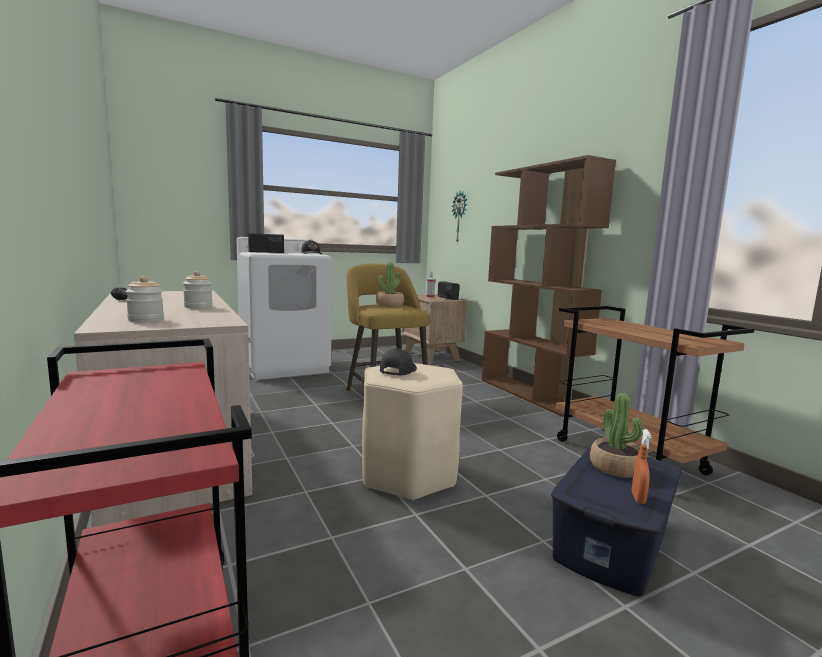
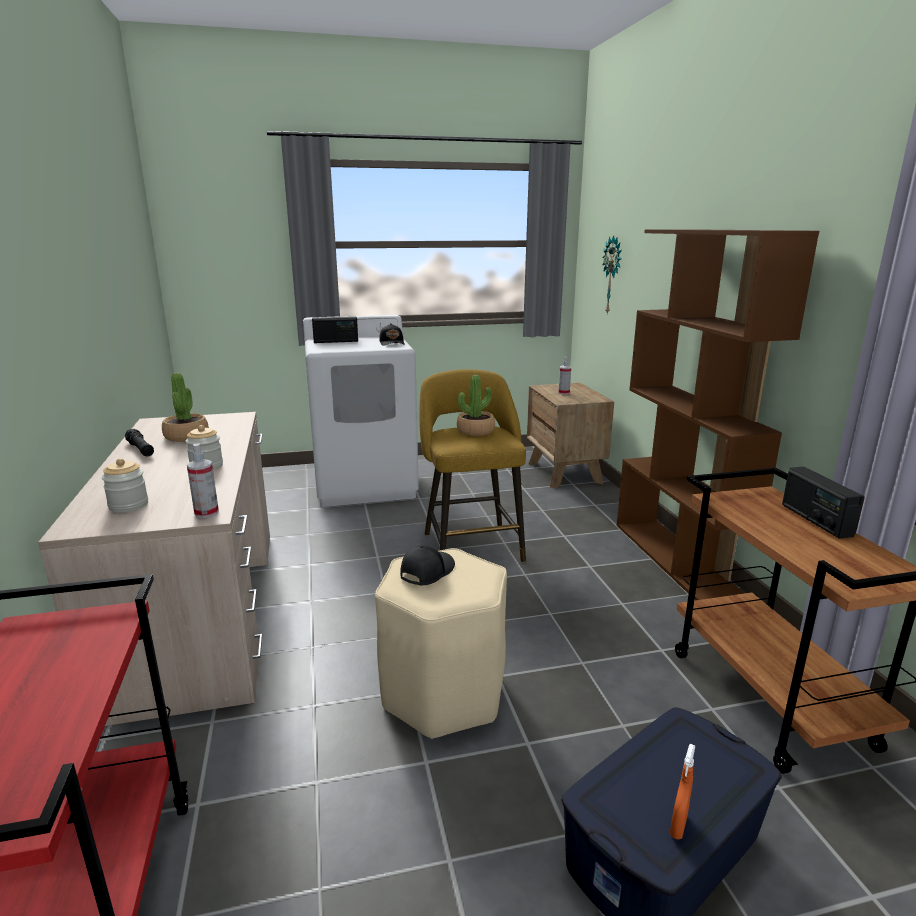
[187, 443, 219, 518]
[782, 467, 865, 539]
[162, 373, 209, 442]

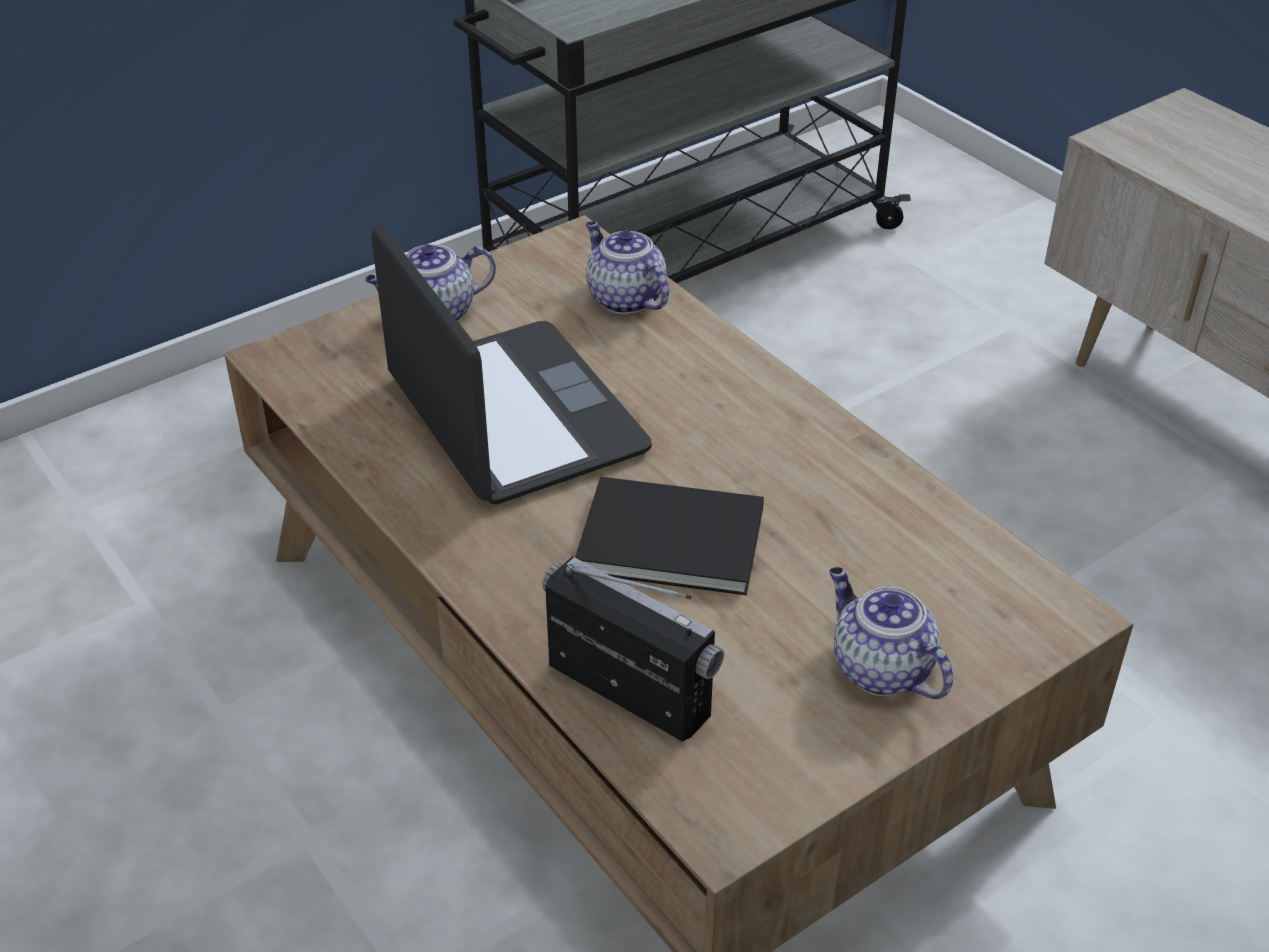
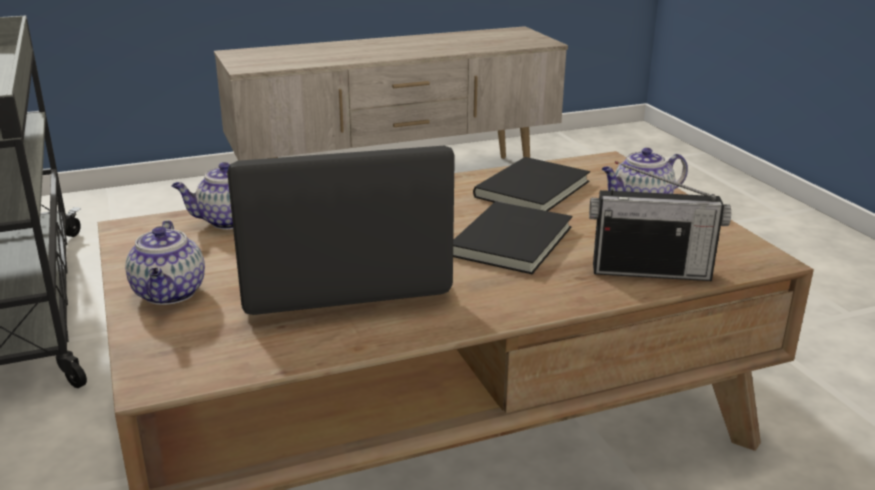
[473, 157, 590, 211]
[589, 161, 731, 281]

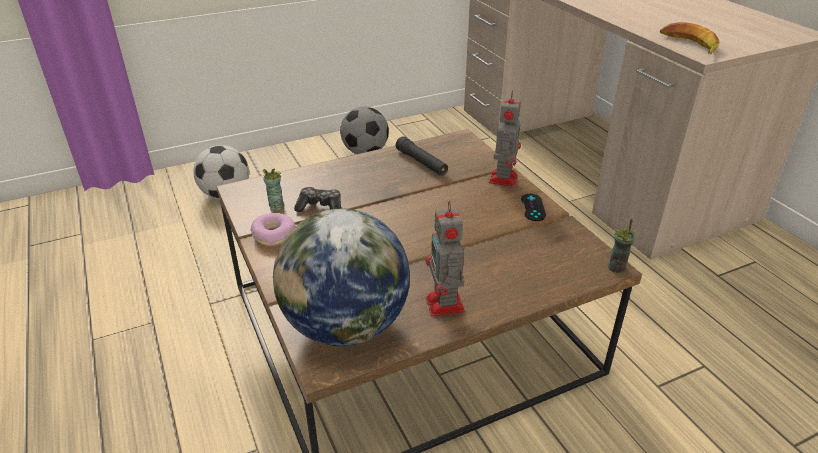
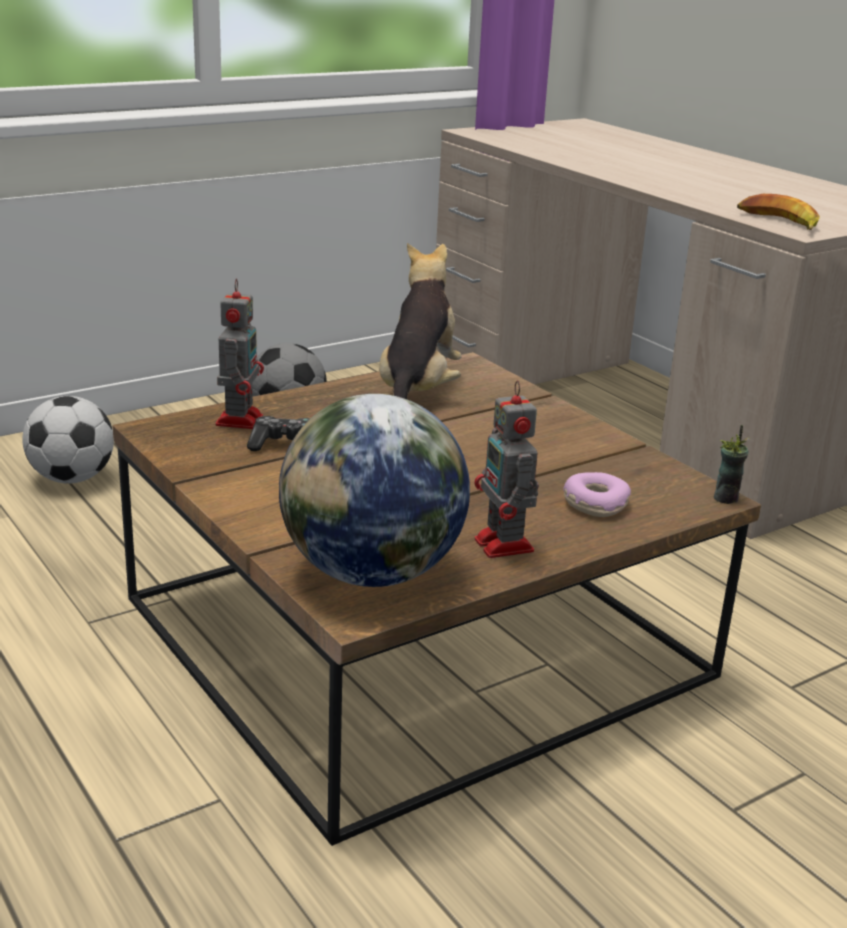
[263, 168, 284, 211] (first image)
[521, 194, 546, 221] (first image)
[563, 472, 631, 517]
[215, 279, 264, 429]
[379, 243, 462, 399]

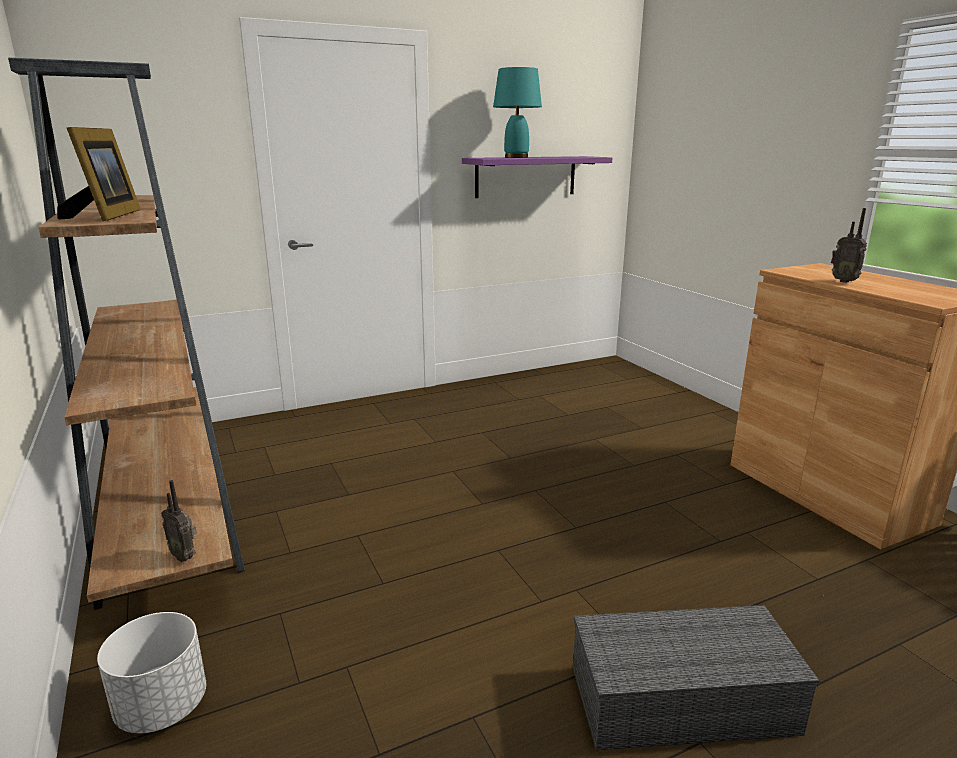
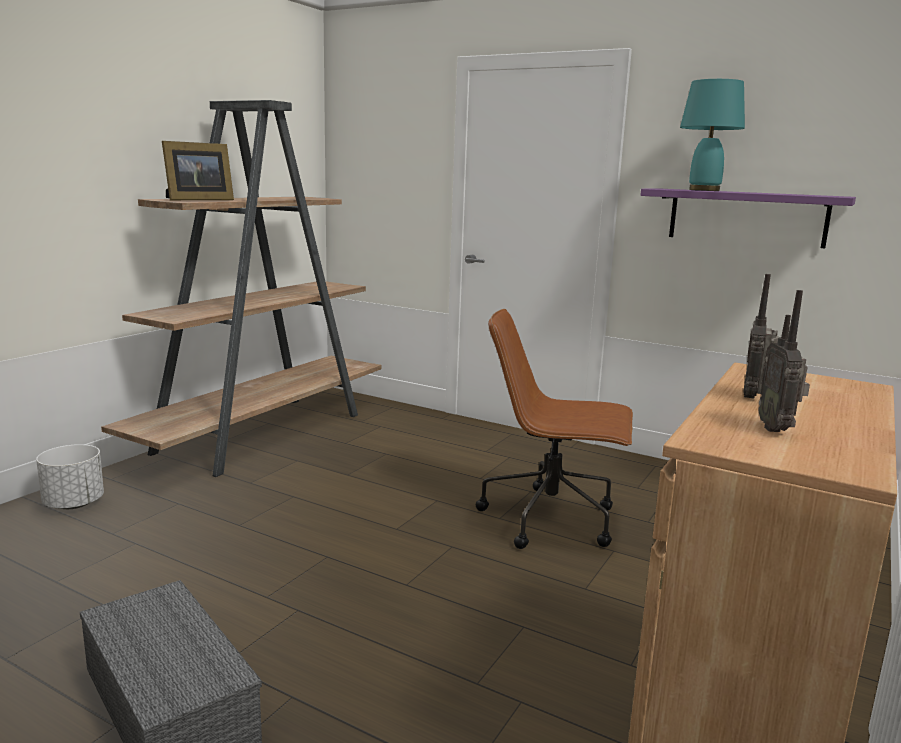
[476, 309, 633, 549]
[758, 290, 810, 432]

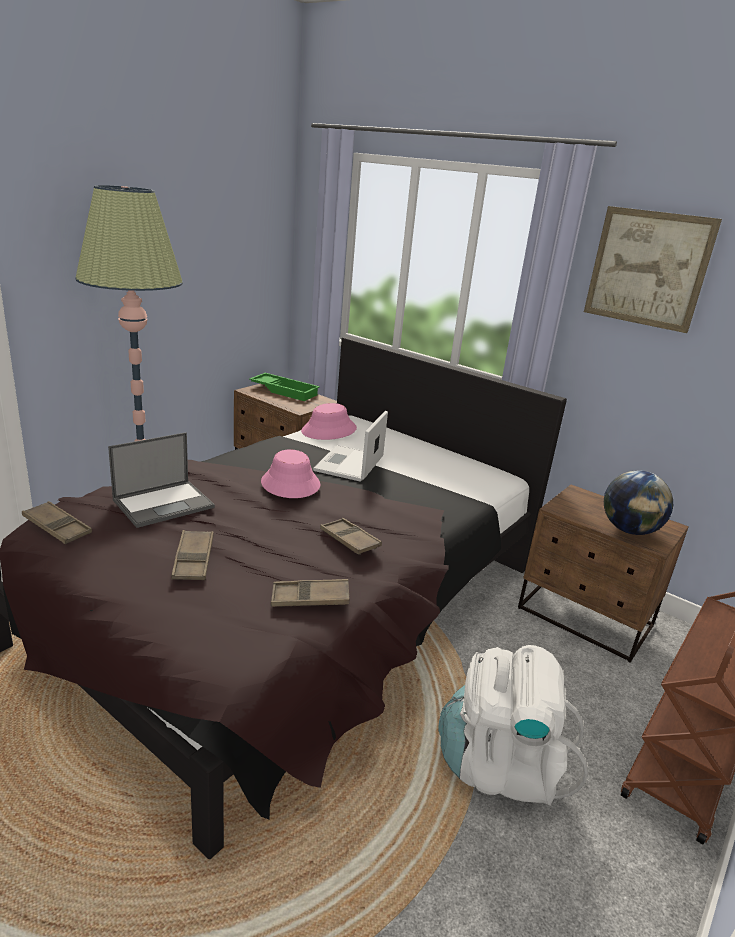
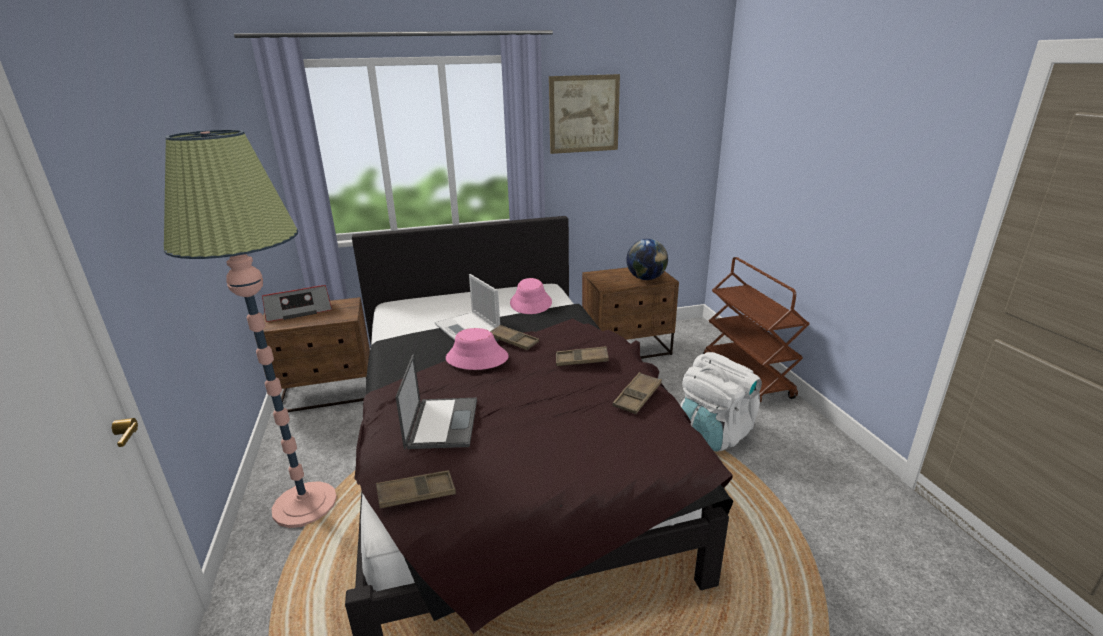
[490, 325, 539, 350]
[510, 278, 552, 314]
[262, 285, 332, 322]

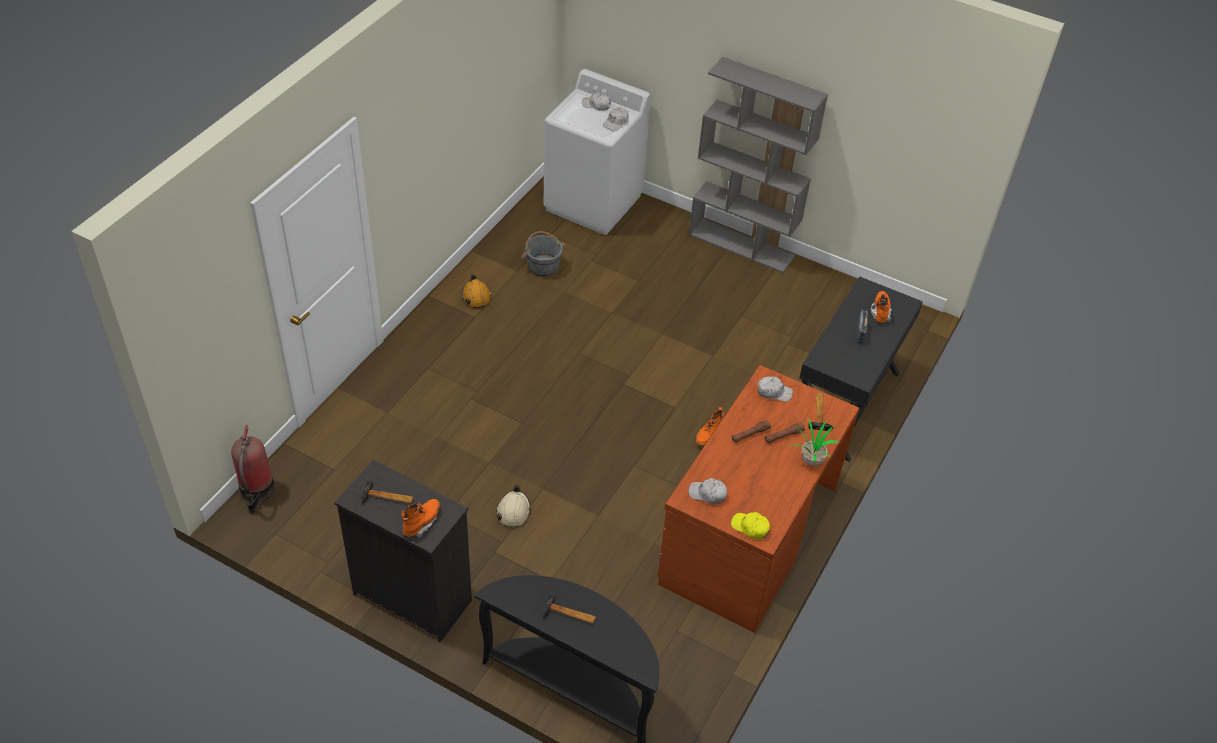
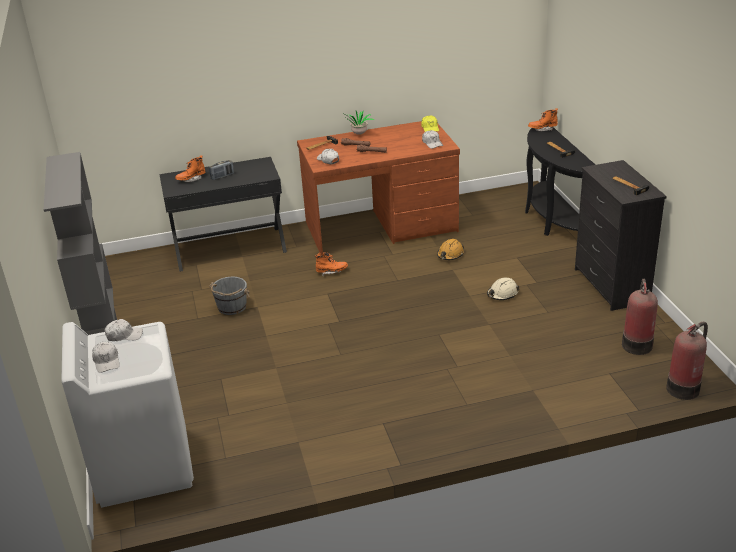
[622, 279, 658, 355]
[528, 108, 558, 131]
[437, 239, 465, 260]
[209, 277, 250, 315]

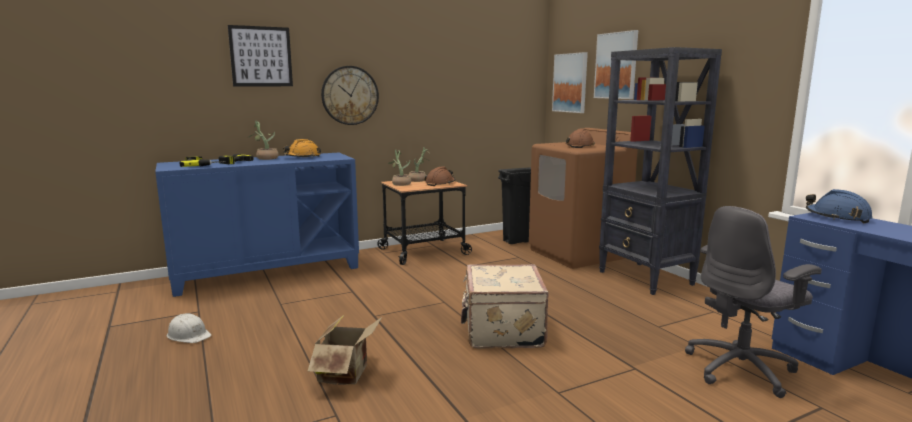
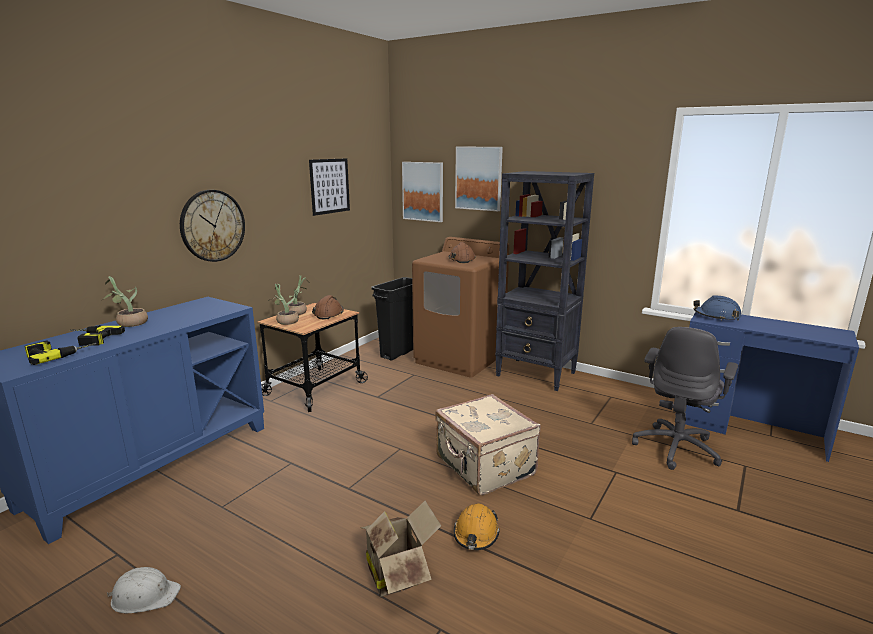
[309, 158, 350, 216]
[454, 503, 500, 550]

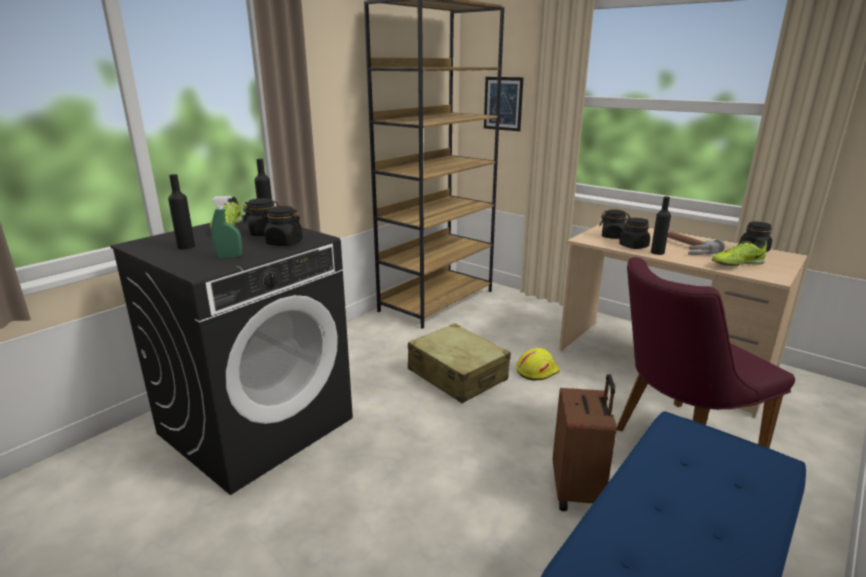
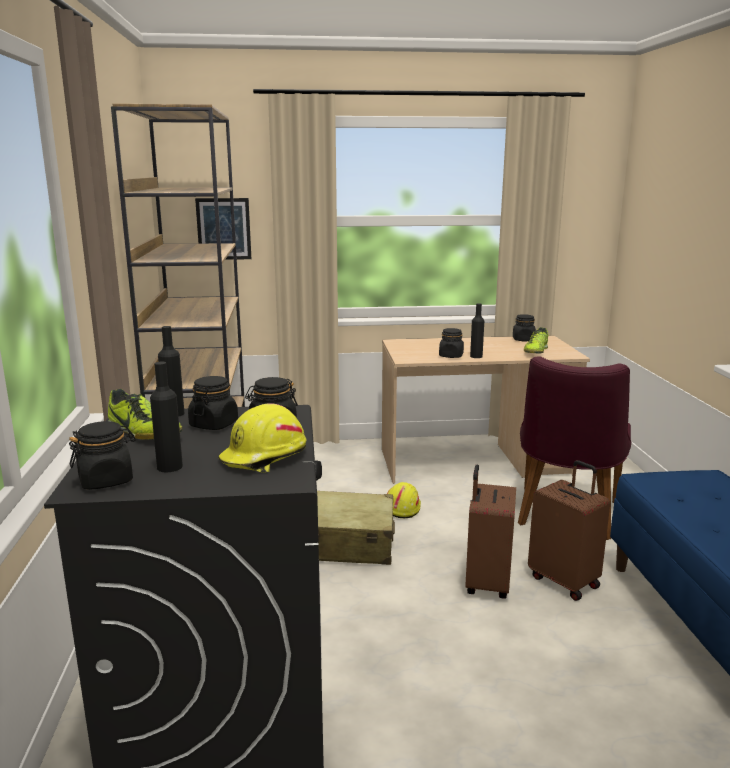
[667, 231, 725, 255] (first image)
[465, 464, 516, 599]
[69, 421, 136, 490]
[218, 403, 307, 473]

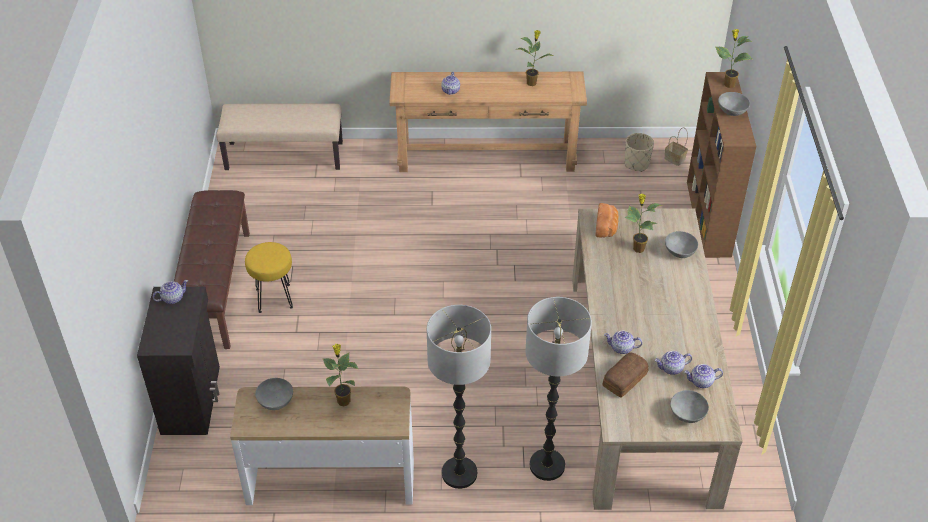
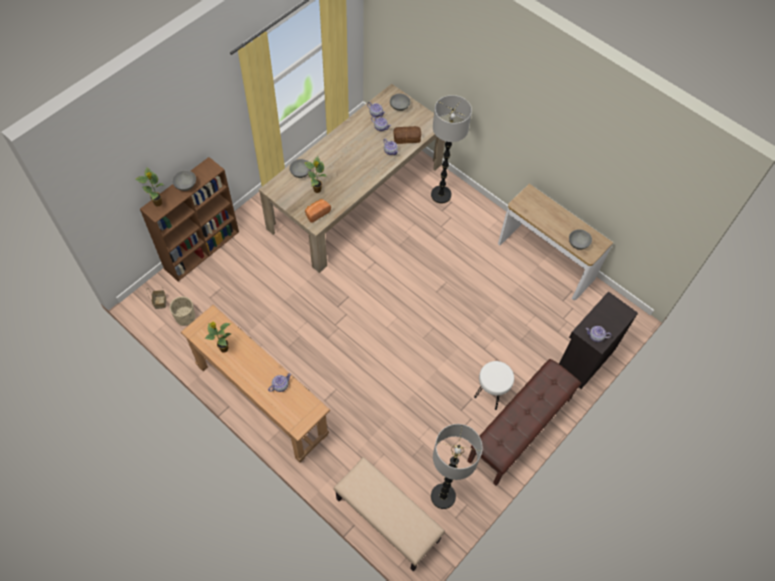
[323, 344, 358, 406] (first image)
[431, 424, 483, 509]
[474, 361, 514, 410]

